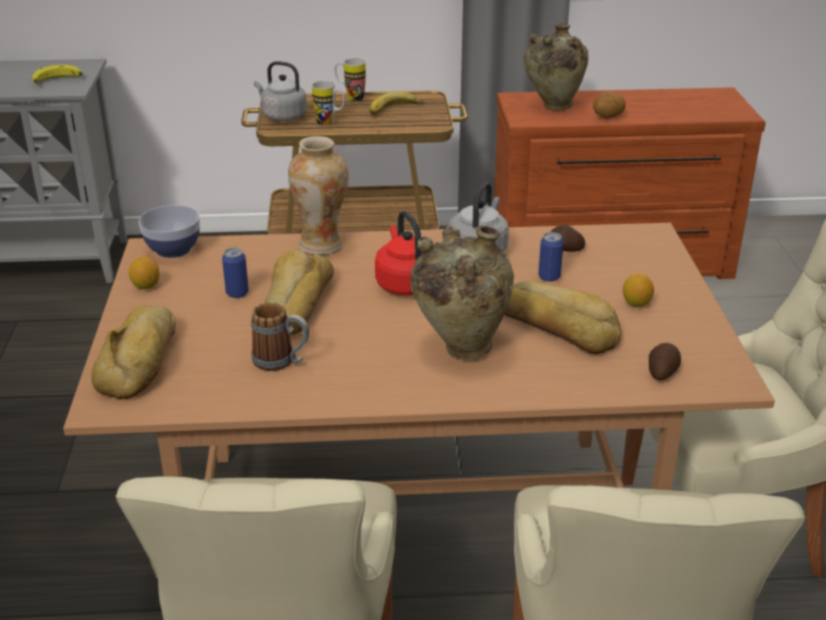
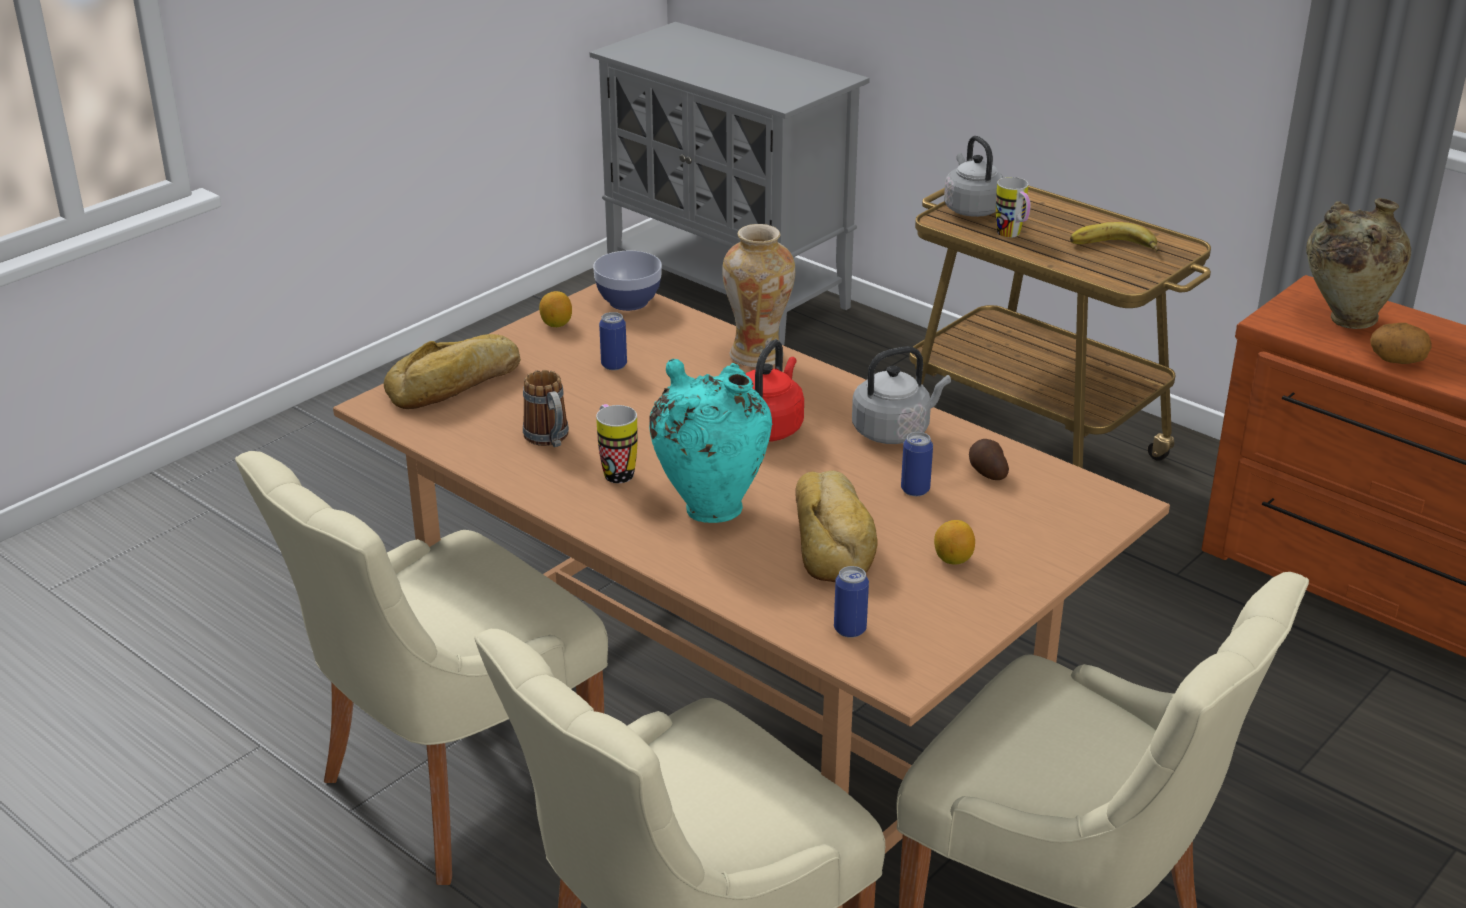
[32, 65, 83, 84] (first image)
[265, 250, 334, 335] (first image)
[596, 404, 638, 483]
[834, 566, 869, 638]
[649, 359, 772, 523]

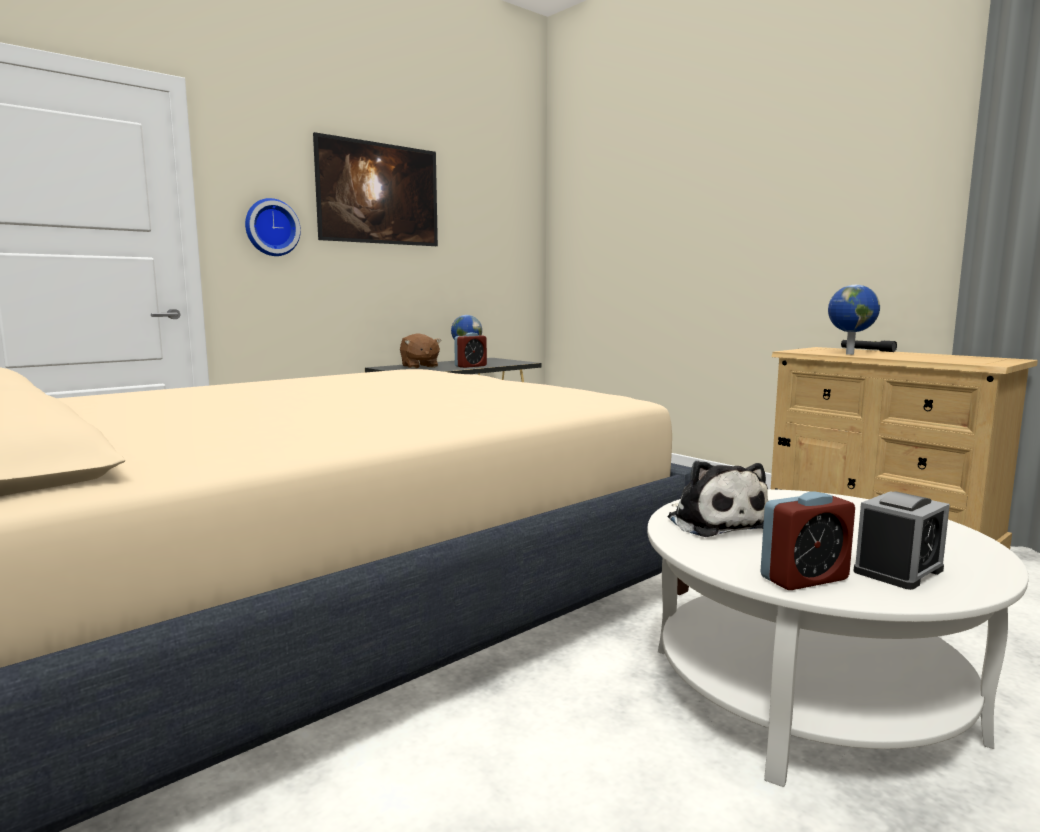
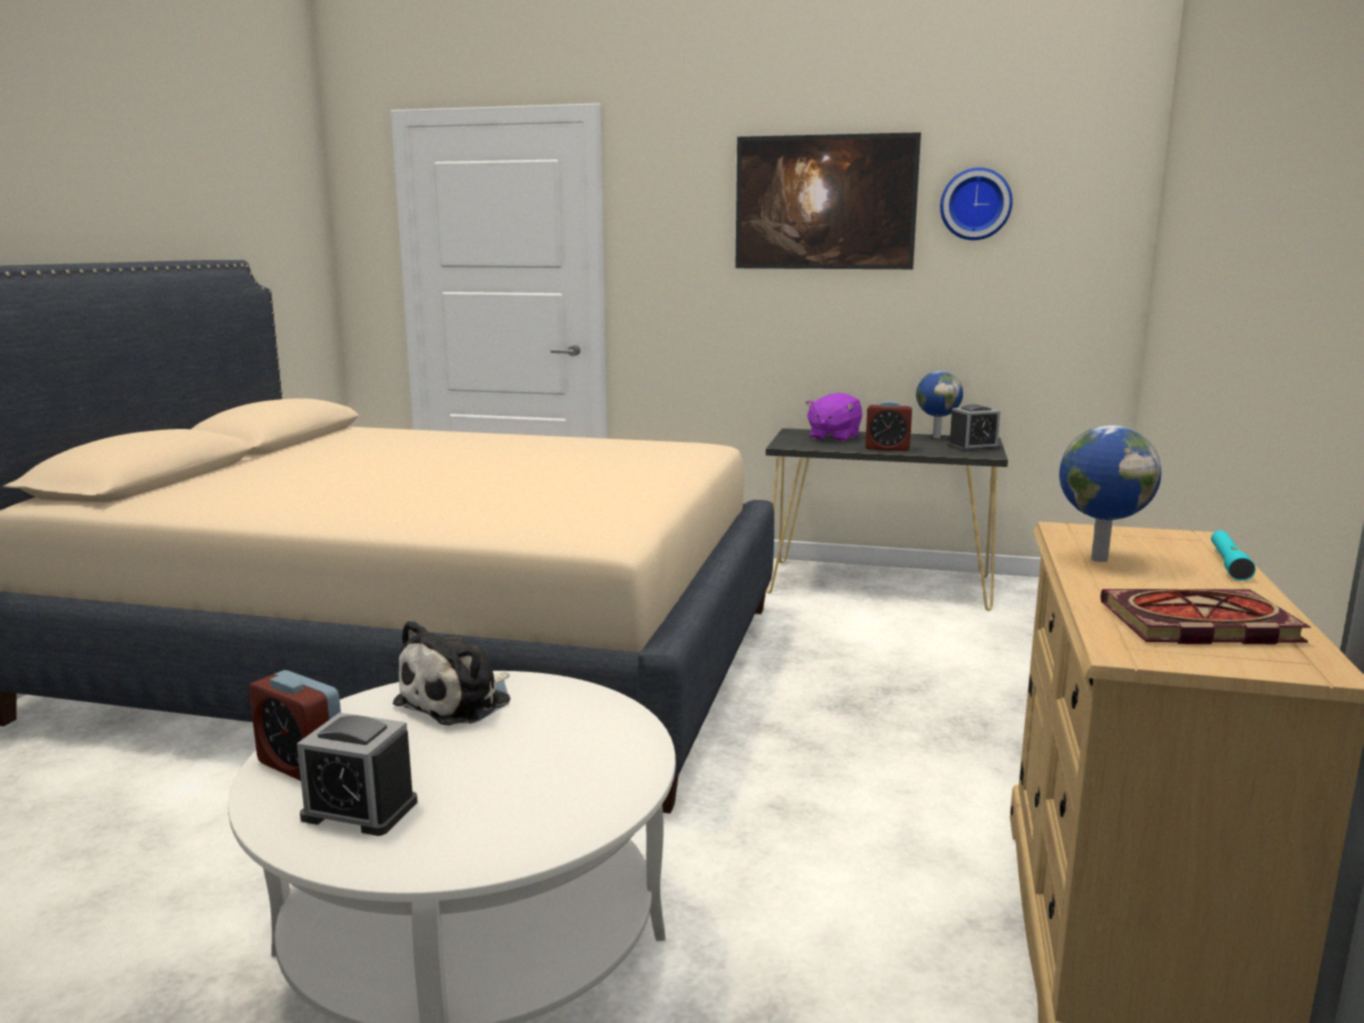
[947, 404, 1000, 452]
[1100, 589, 1311, 644]
[940, 168, 1013, 240]
[806, 393, 862, 442]
[1211, 530, 1256, 581]

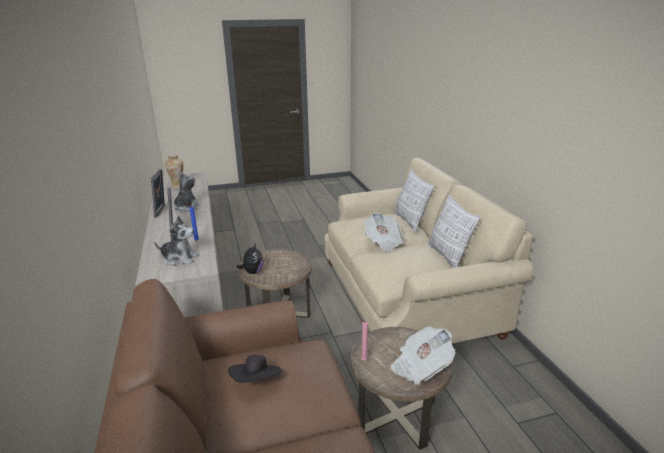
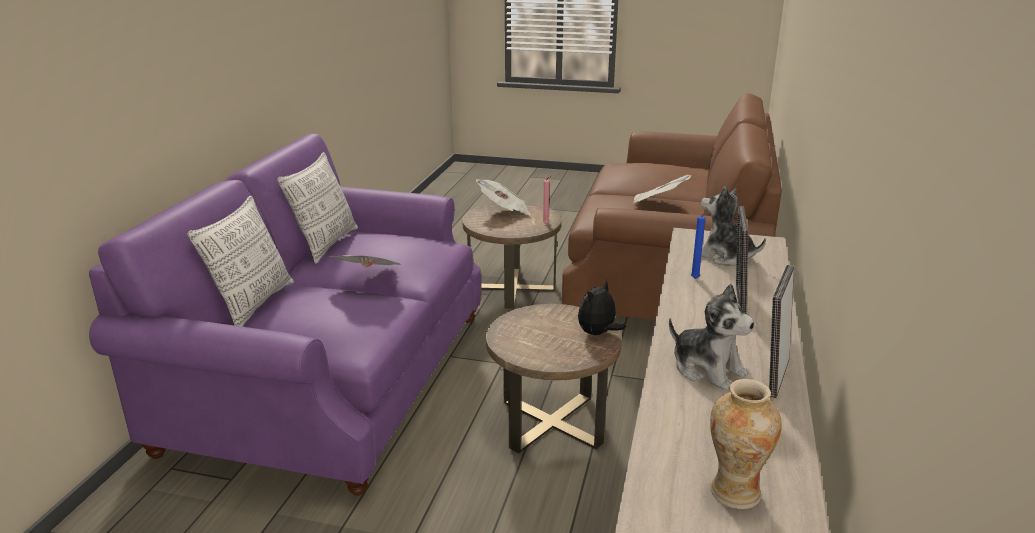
[634, 175, 691, 203]
[89, 134, 481, 496]
[669, 284, 755, 390]

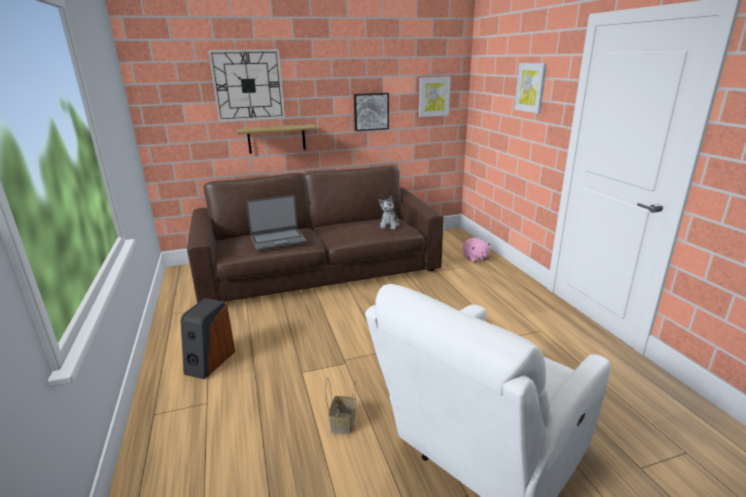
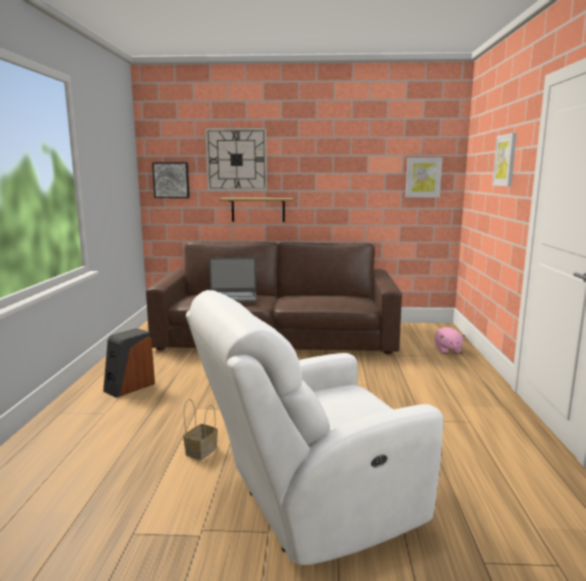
[379, 196, 400, 229] (first image)
[152, 162, 190, 198]

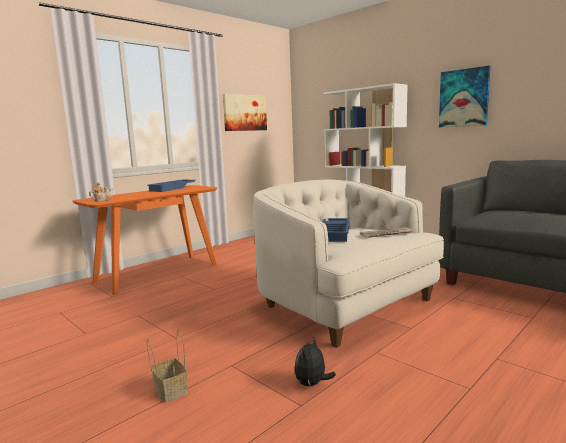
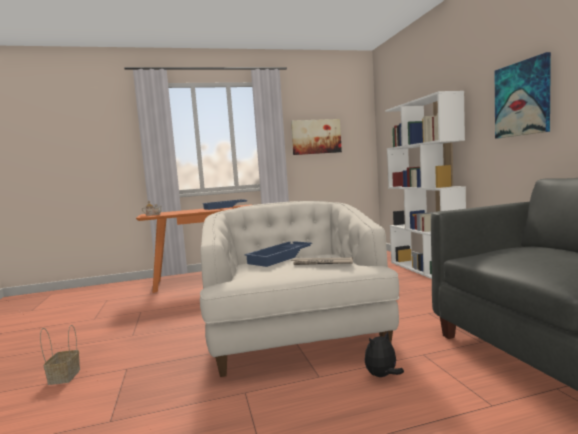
[365, 331, 404, 377]

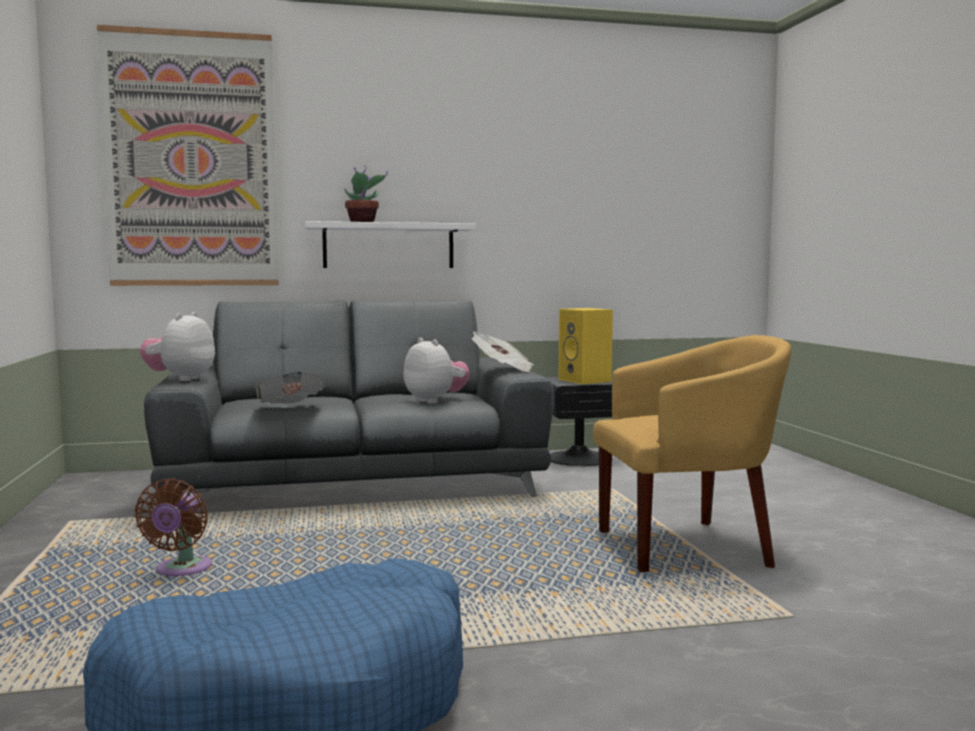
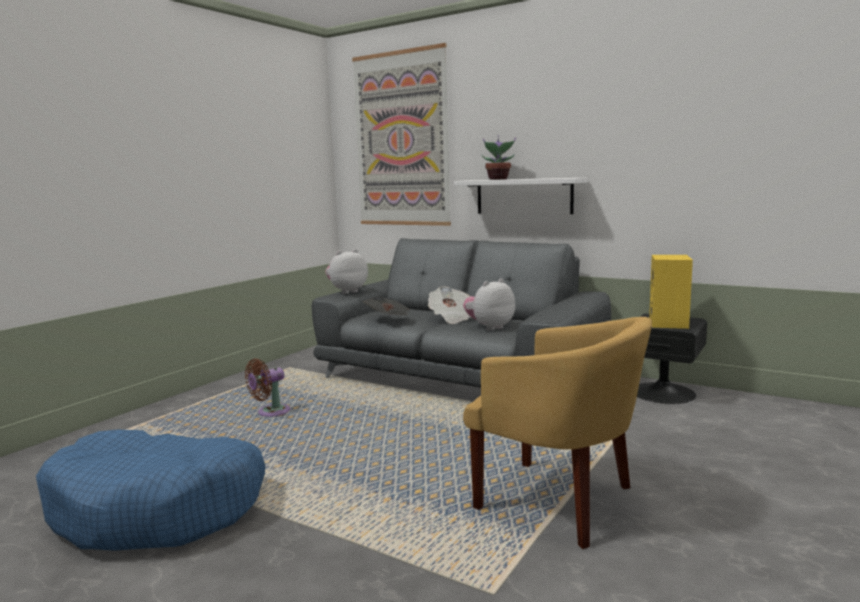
[428, 286, 472, 324]
[463, 279, 515, 331]

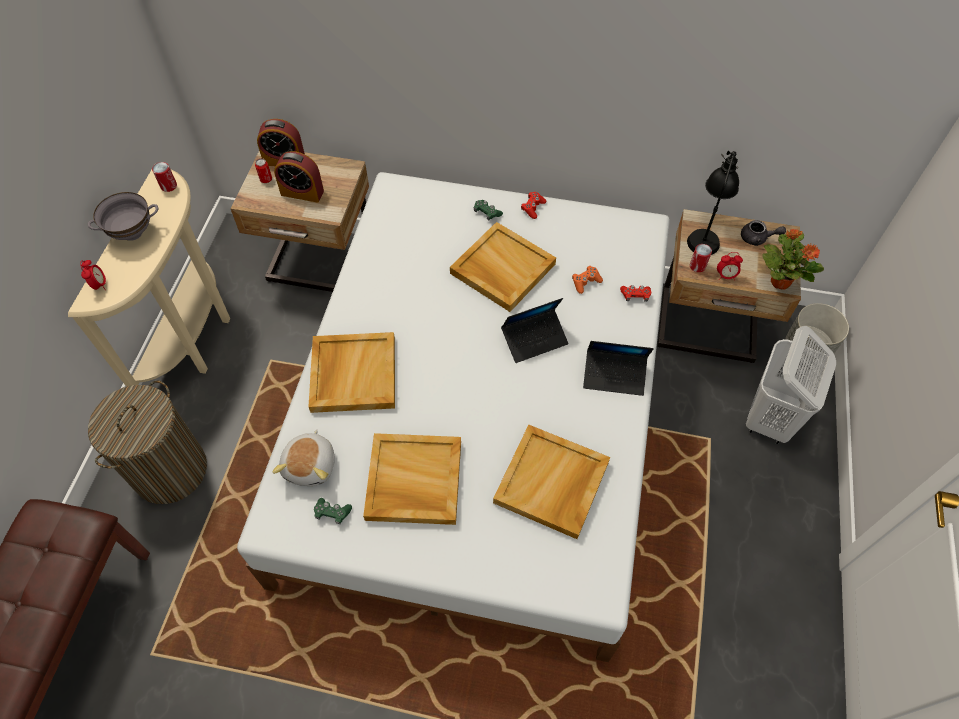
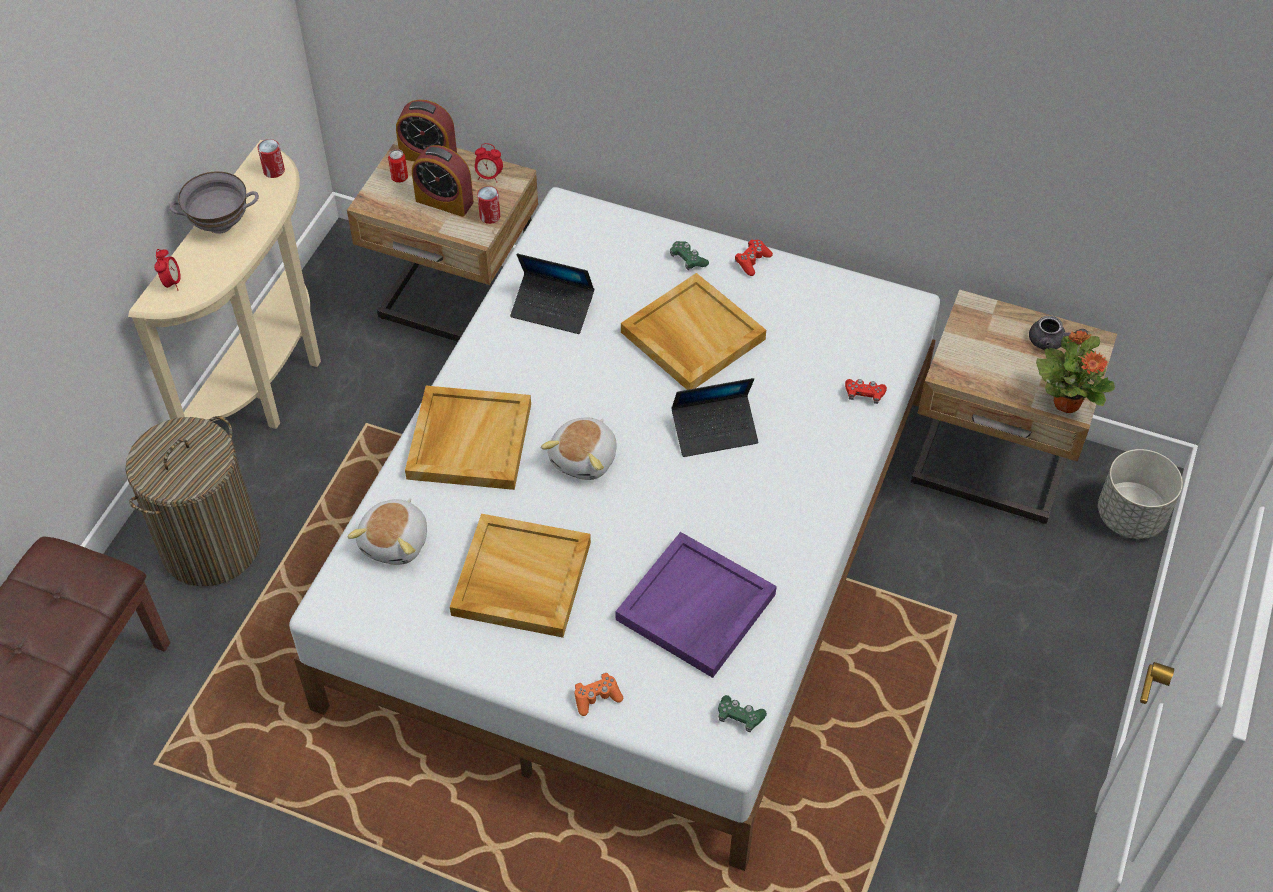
[687, 151, 739, 255] (first image)
[746, 326, 836, 444] (first image)
[541, 418, 617, 480]
[718, 695, 767, 732]
[575, 673, 623, 716]
[510, 253, 594, 334]
[477, 186, 500, 224]
[475, 143, 503, 182]
[615, 532, 777, 678]

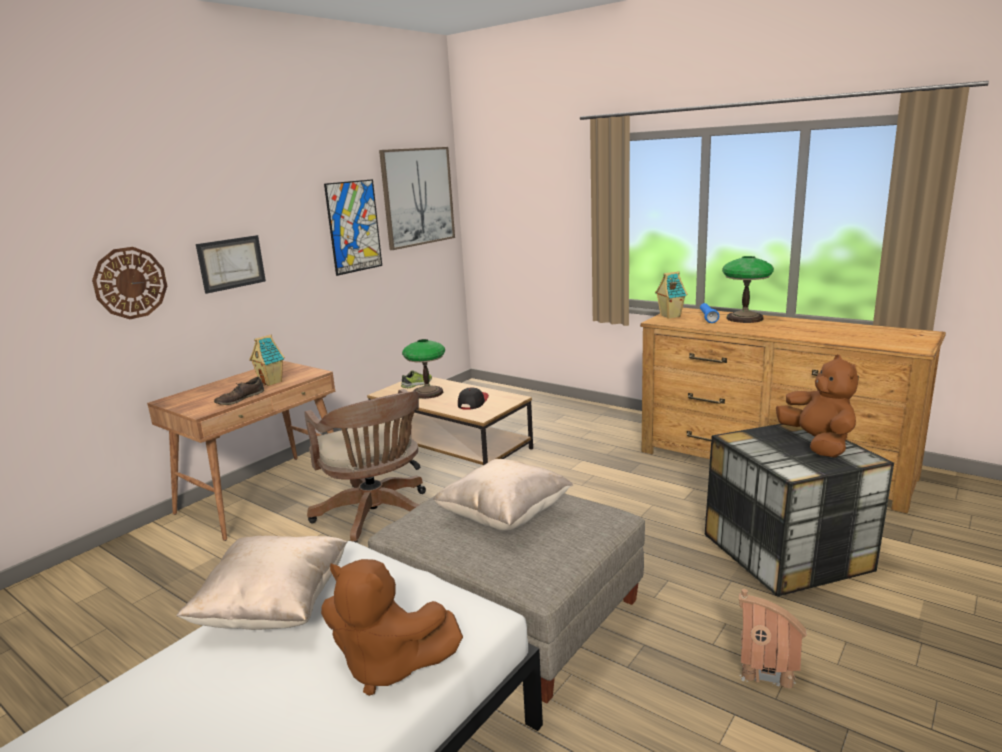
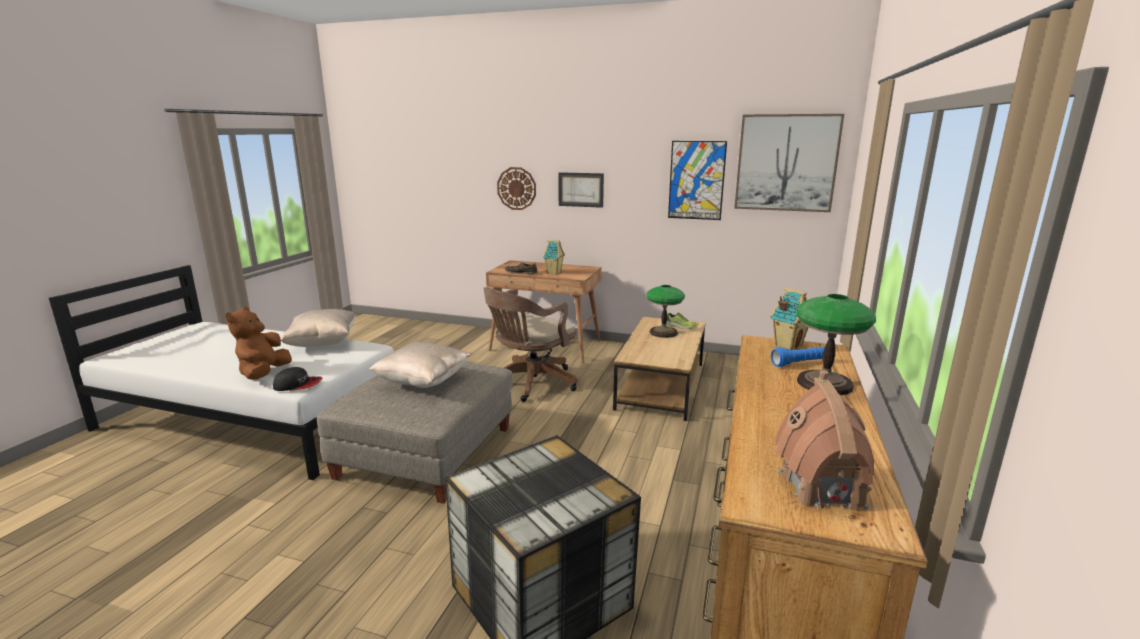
[776, 355, 858, 458] (first image)
[273, 367, 323, 391]
[774, 370, 874, 511]

